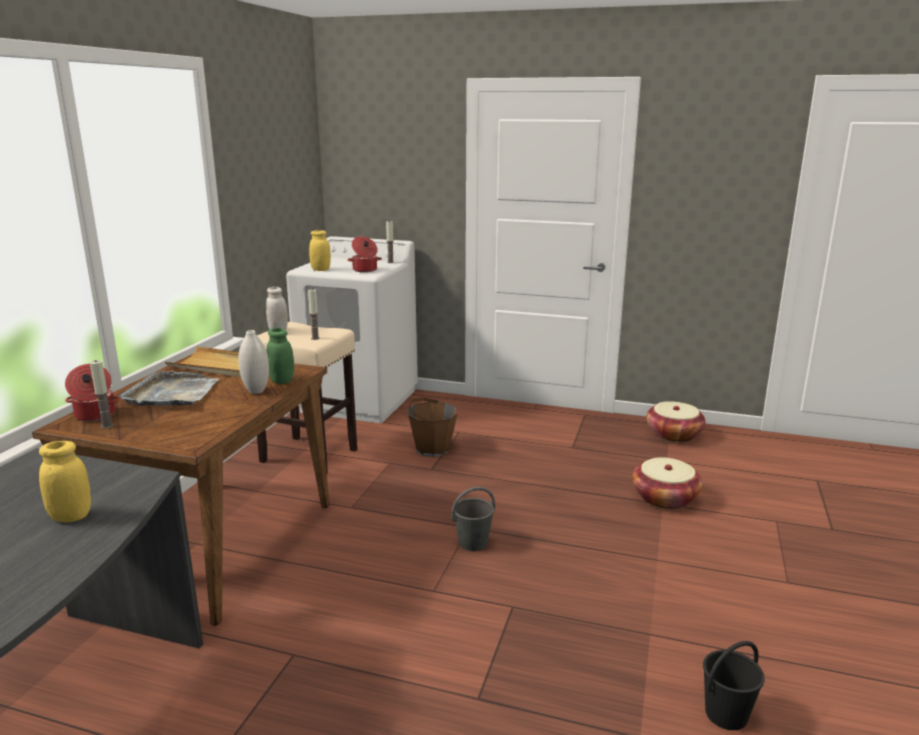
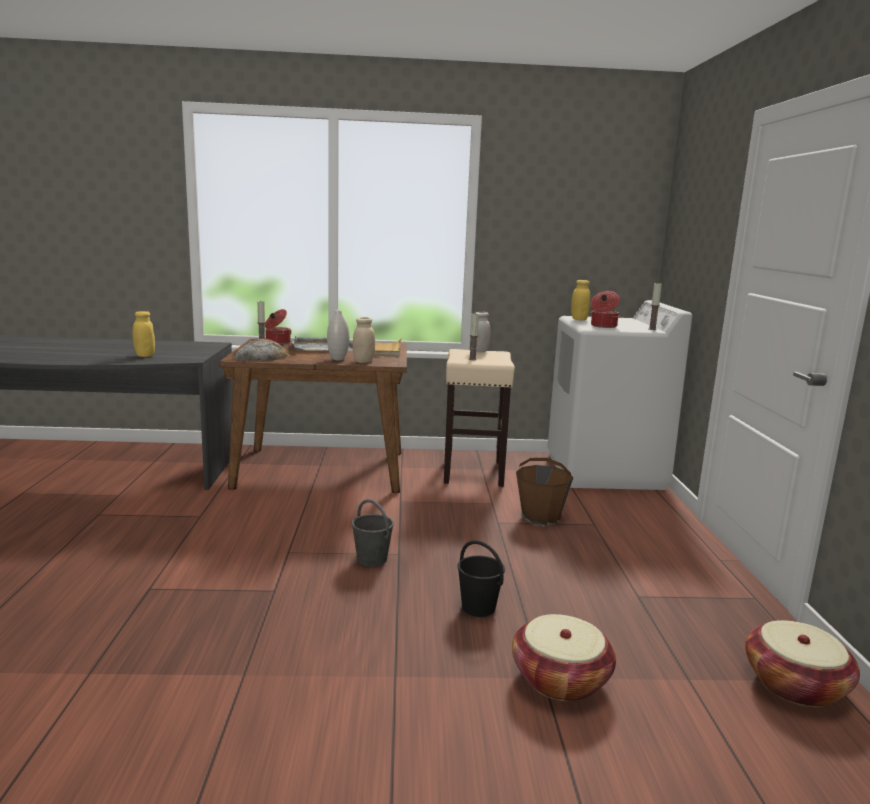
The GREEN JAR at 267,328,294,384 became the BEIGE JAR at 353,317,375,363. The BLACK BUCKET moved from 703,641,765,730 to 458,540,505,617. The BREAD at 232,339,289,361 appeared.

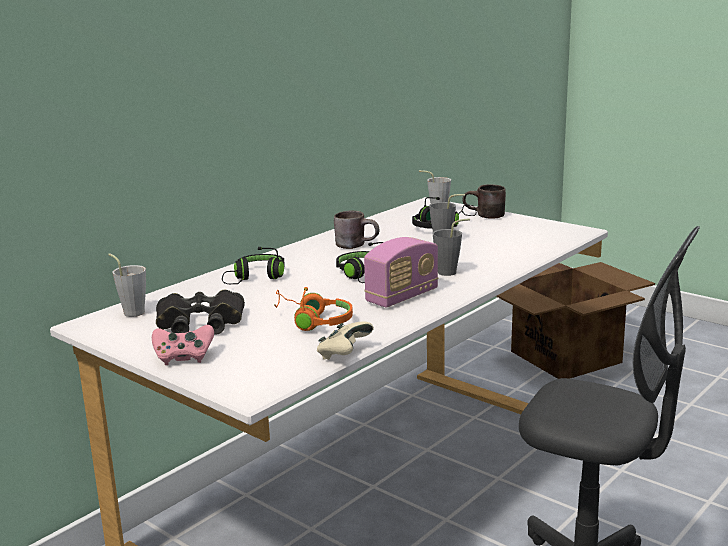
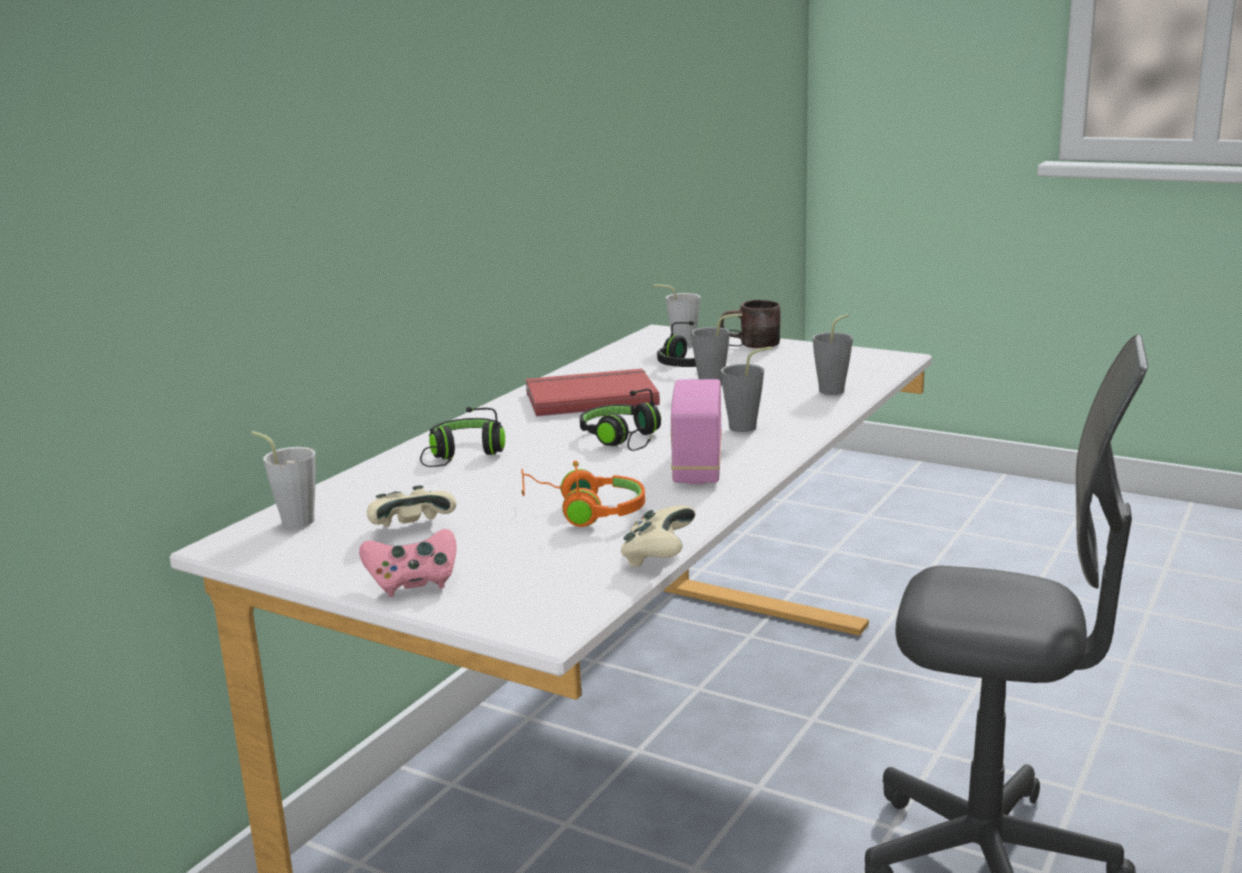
The BROWN MUG at 334,211,380,249 was replaced by the RED BOOK at 526,369,660,416. The RADIO at 364,237,438,307 turned 150 degrees clockwise. The CARDBOARD BOX at 496,262,655,379 disappeared. The BLACK BINOCULARS at 156,290,245,334 was replaced by the BEIGE GAME CONTROLLER at 367,485,457,527. The GREY CUP at 813,314,853,395 appeared.

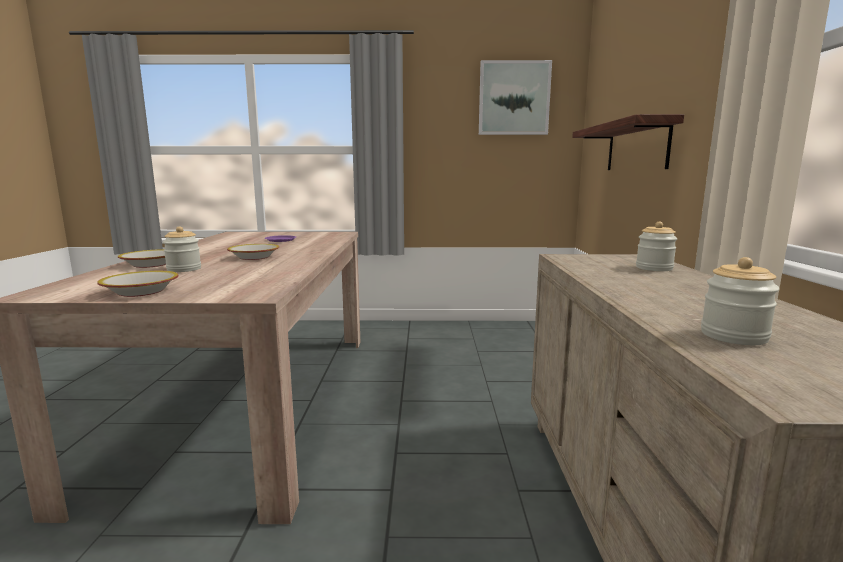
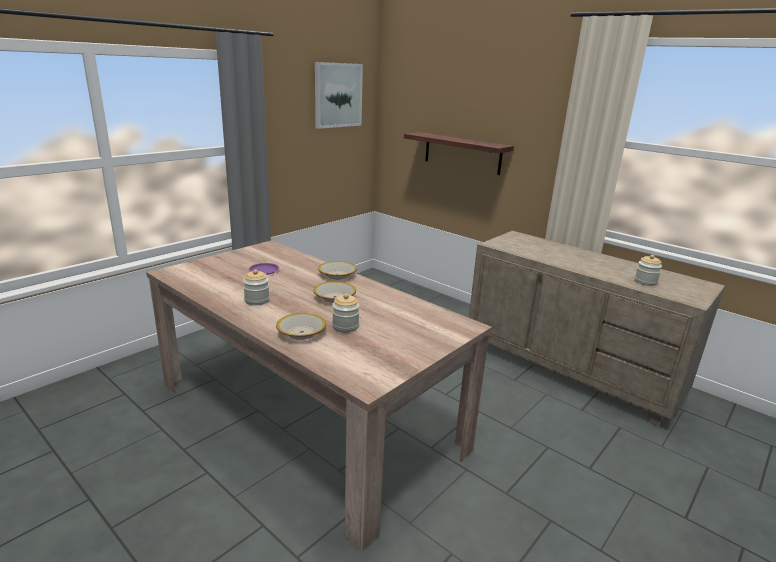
The JAR moved from 636,222,677,271 to 243,270,270,305. The BOWL moved from 98,271,178,297 to 318,261,357,279.

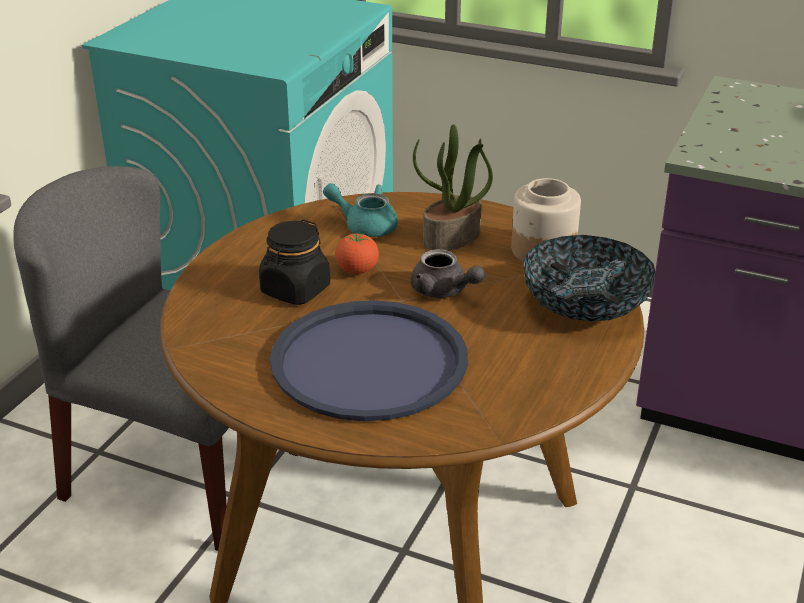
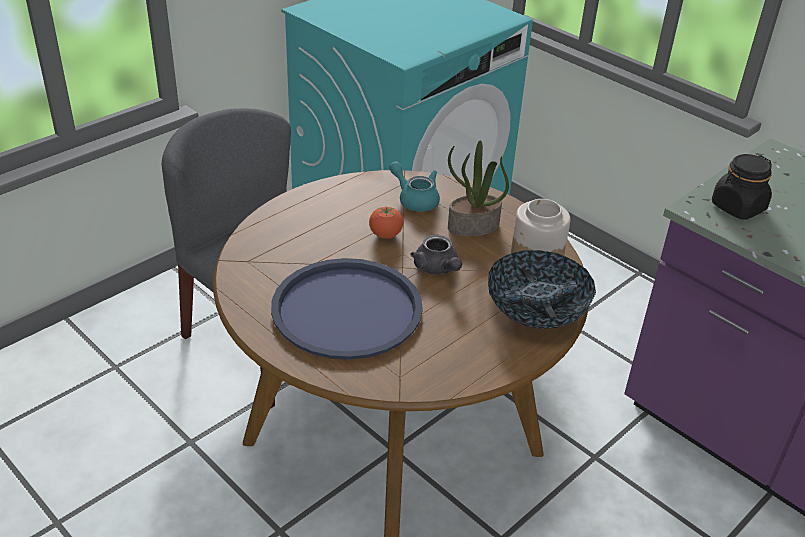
The BLACK JAR moved from 259,219,330,305 to 712,154,772,220.

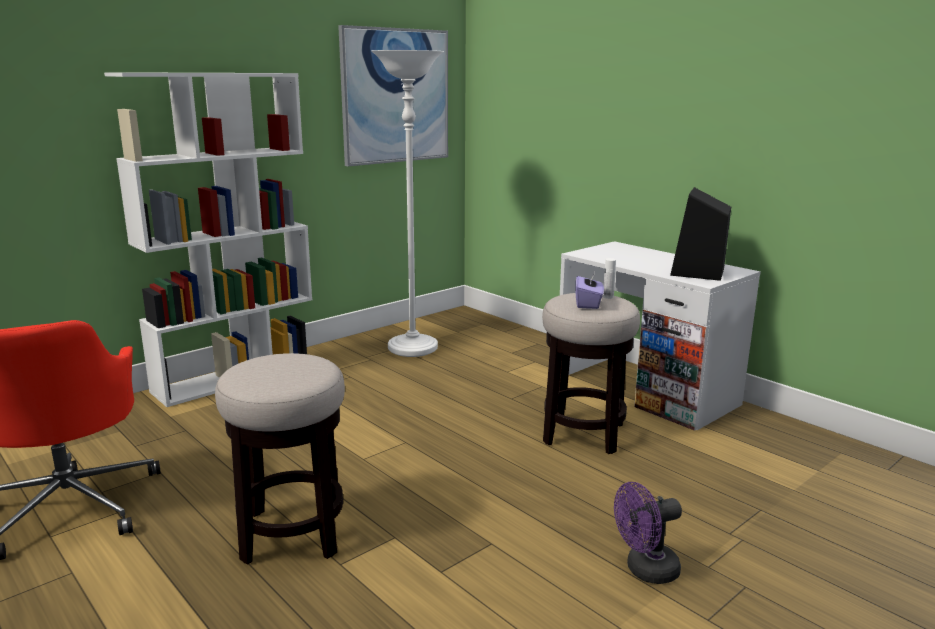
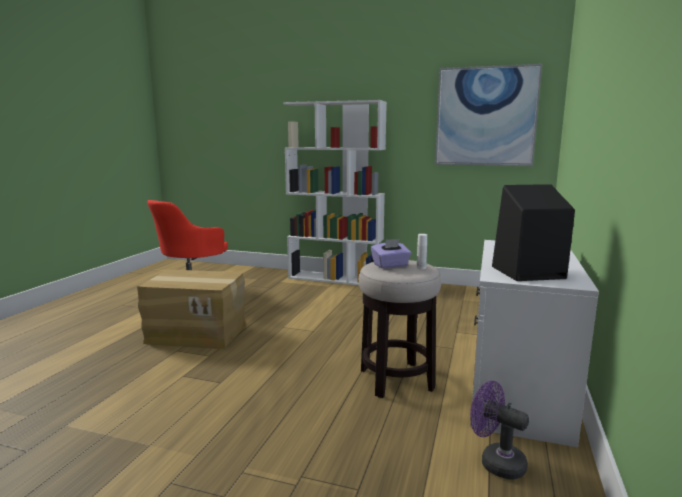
The WHITE FLOOR LAMP at 371,50,444,357 disappeared. The STOOL at 215,353,345,565 was replaced by the CARDBOARD BOX at 137,270,246,349. The PURPLE FAN moved from 614,482,682,584 to 470,381,529,480.

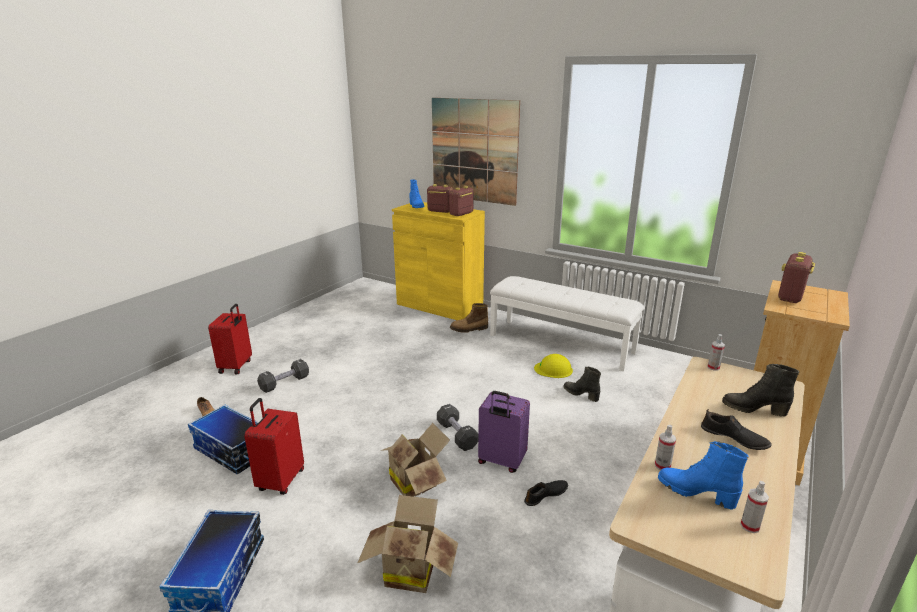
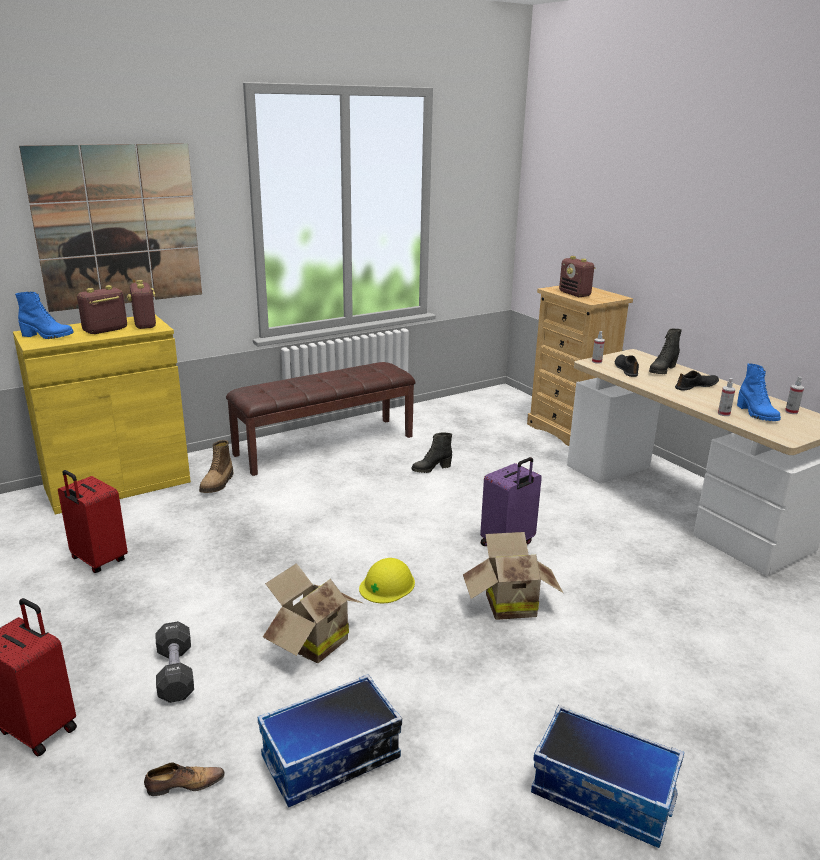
The WHITE BENCH at 490,276,645,371 became the BROWN BENCH at 226,362,415,476. The YELLOW HARD HAT moved from 534,354,573,378 to 359,558,415,603. The RED SUITCASE moved from 244,398,304,495 to 58,470,128,573. The BLACK DUMBBELL at 437,404,478,451 disappeared. The BLUE BOOT at 658,441,748,510 turned 75 degrees counterclockwise. The BLACK SHOE moved from 524,480,568,506 to 615,355,639,377. The CARDBOARD BOX moved from 358,495,458,593 to 263,563,362,664.

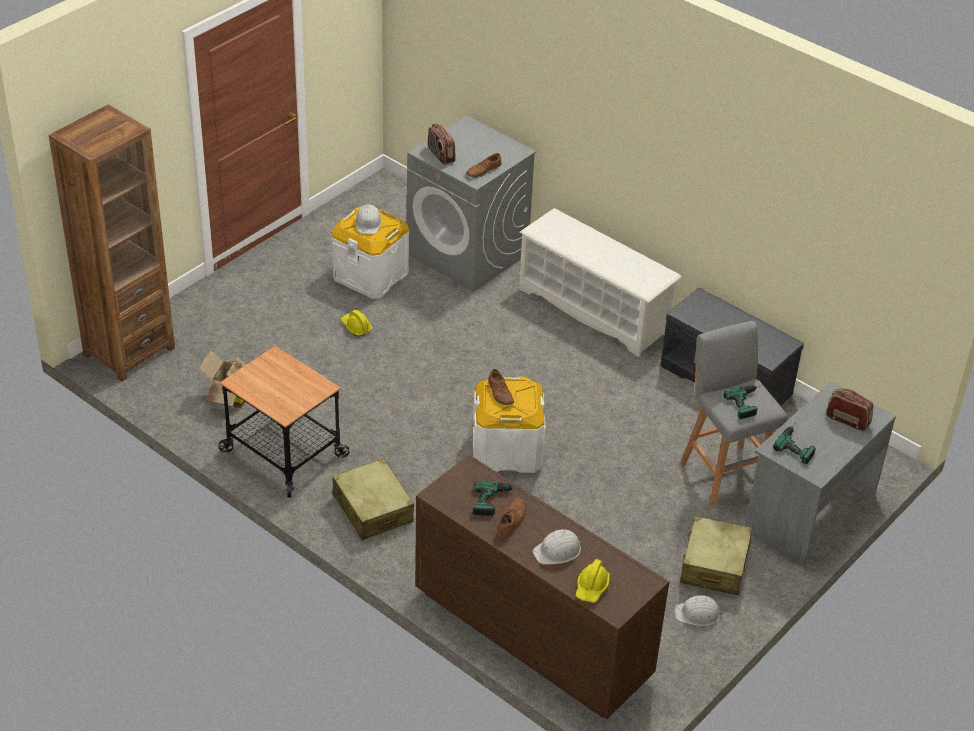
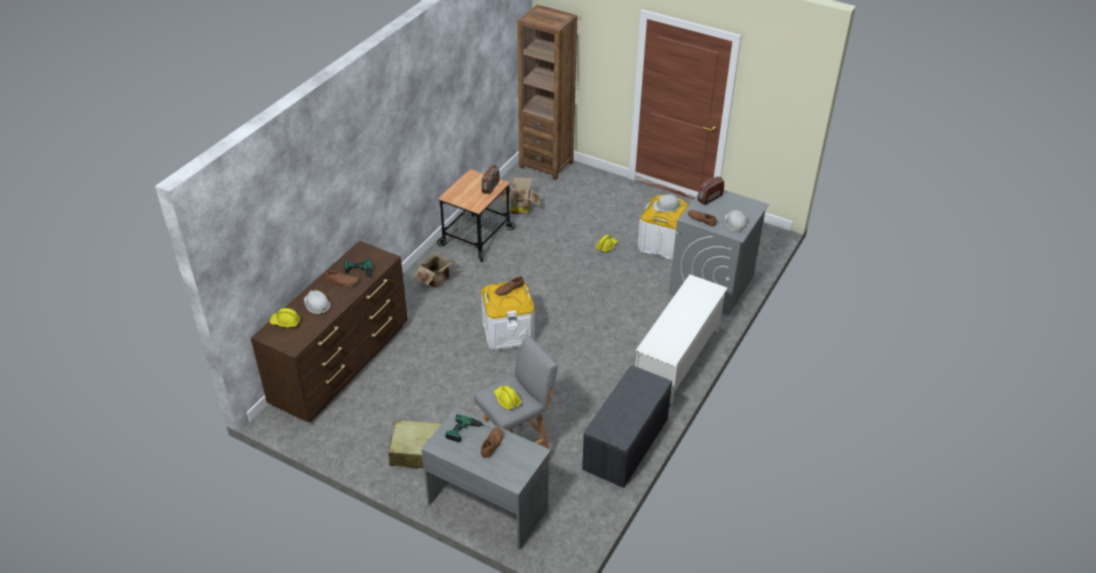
The POWER DRILL at 723,385,764,419 was replaced by the YELLOW HARD HAT at 494,385,521,410. The RADIO moved from 826,388,873,431 to 482,165,500,194. The BEIGE SUITCASE at 332,459,414,540 was replaced by the CARDBOARD BOX at 413,253,456,289. The WHITE HARD HAT moved from 675,595,723,626 to 725,210,748,233. The BROWN SHOE at 481,427,503,458 appeared.

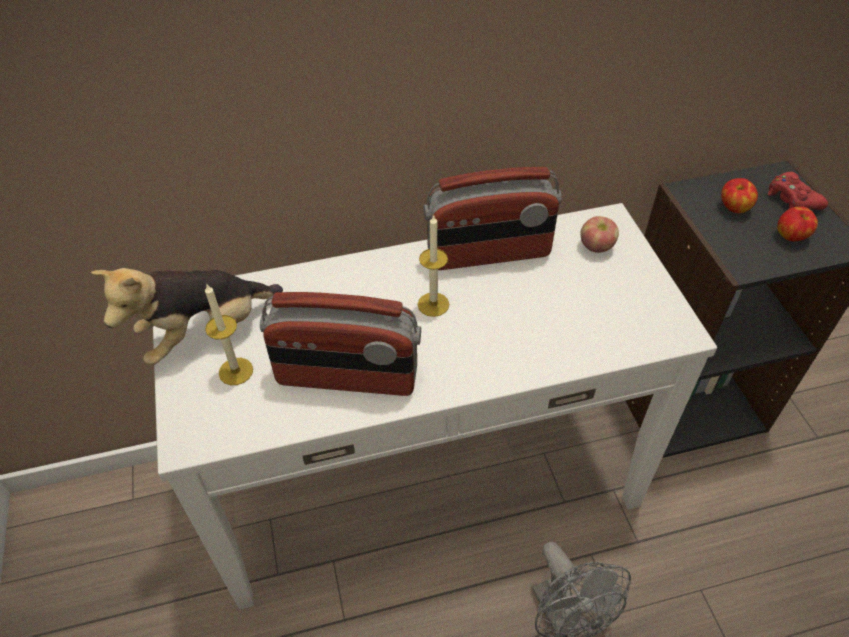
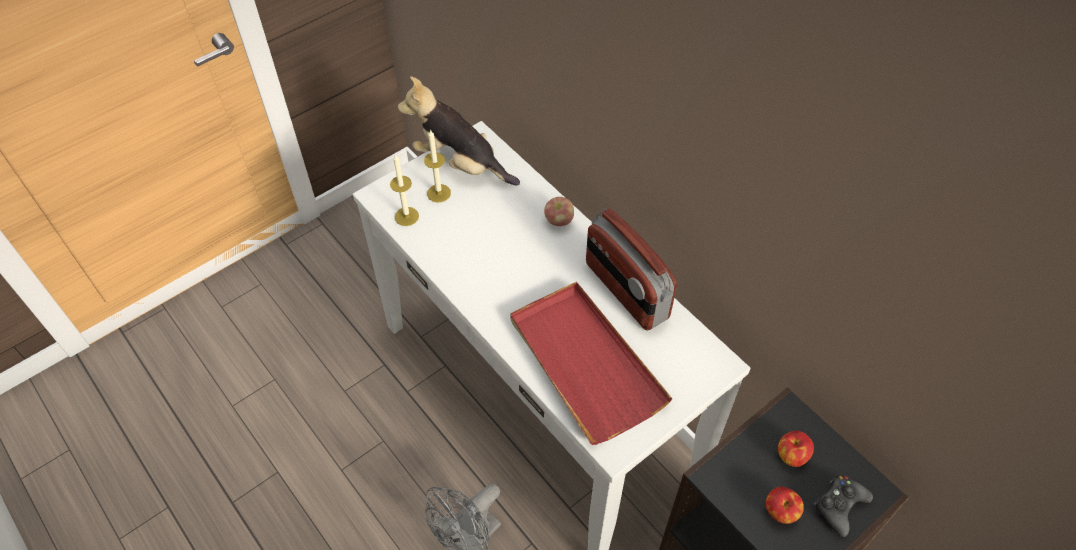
The RED GAME CONTROLLER at 767,172,828,210 became the BLACK GAME CONTROLLER at 813,475,873,537. The CANDLE moved from 418,214,449,317 to 390,154,419,226. The APPLE moved from 580,216,619,253 to 544,197,574,226. The RADIO at 260,292,421,396 disappeared. The RED TRAY at 510,282,672,445 appeared.

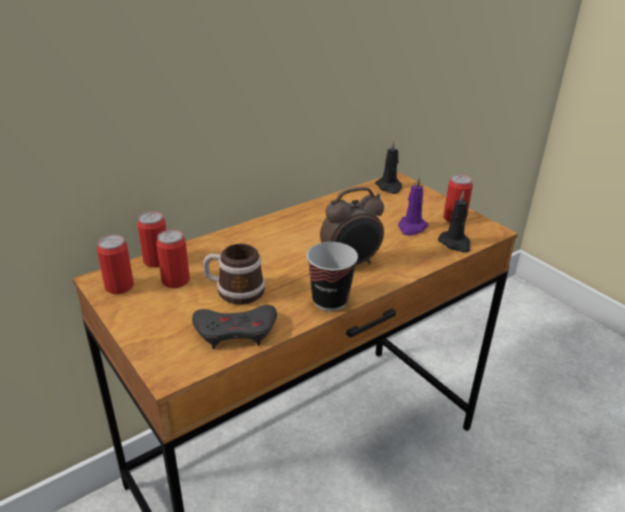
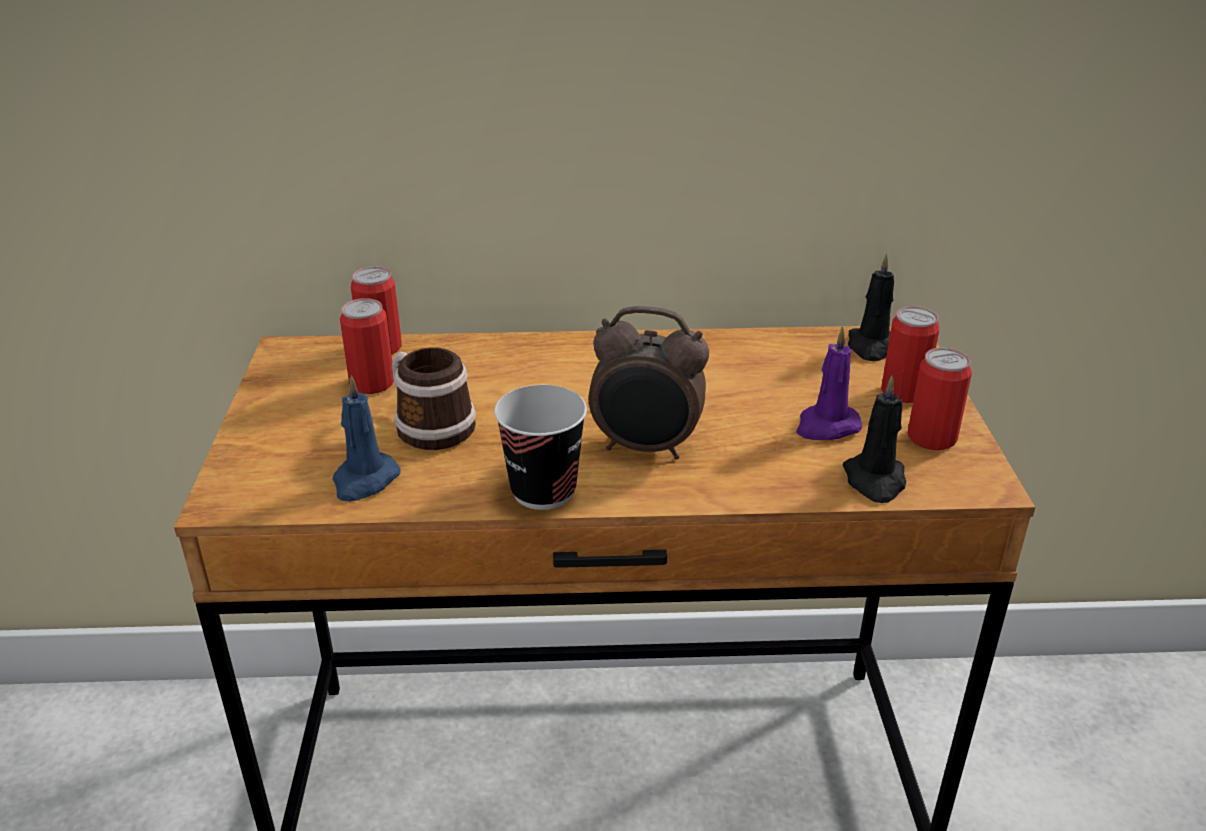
The CAN moved from 97,235,134,294 to 881,306,940,403. The GREY GAME CONTROLLER at 192,305,277,349 was replaced by the BLUE CANDLE at 332,375,401,502.

